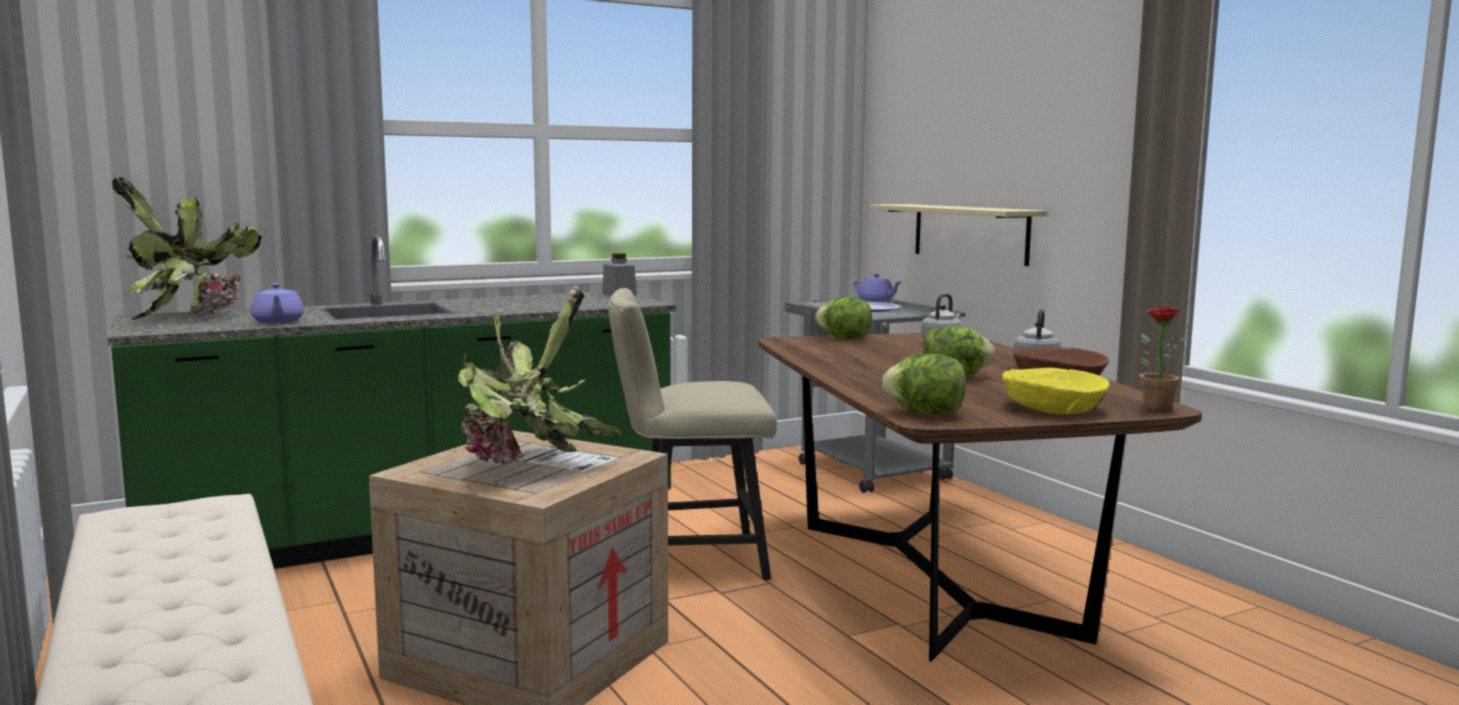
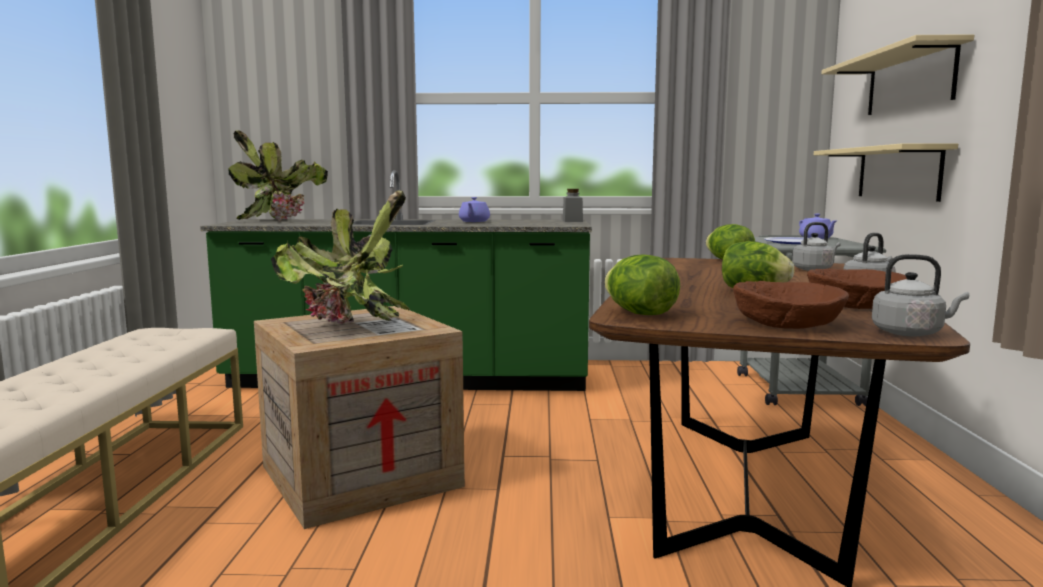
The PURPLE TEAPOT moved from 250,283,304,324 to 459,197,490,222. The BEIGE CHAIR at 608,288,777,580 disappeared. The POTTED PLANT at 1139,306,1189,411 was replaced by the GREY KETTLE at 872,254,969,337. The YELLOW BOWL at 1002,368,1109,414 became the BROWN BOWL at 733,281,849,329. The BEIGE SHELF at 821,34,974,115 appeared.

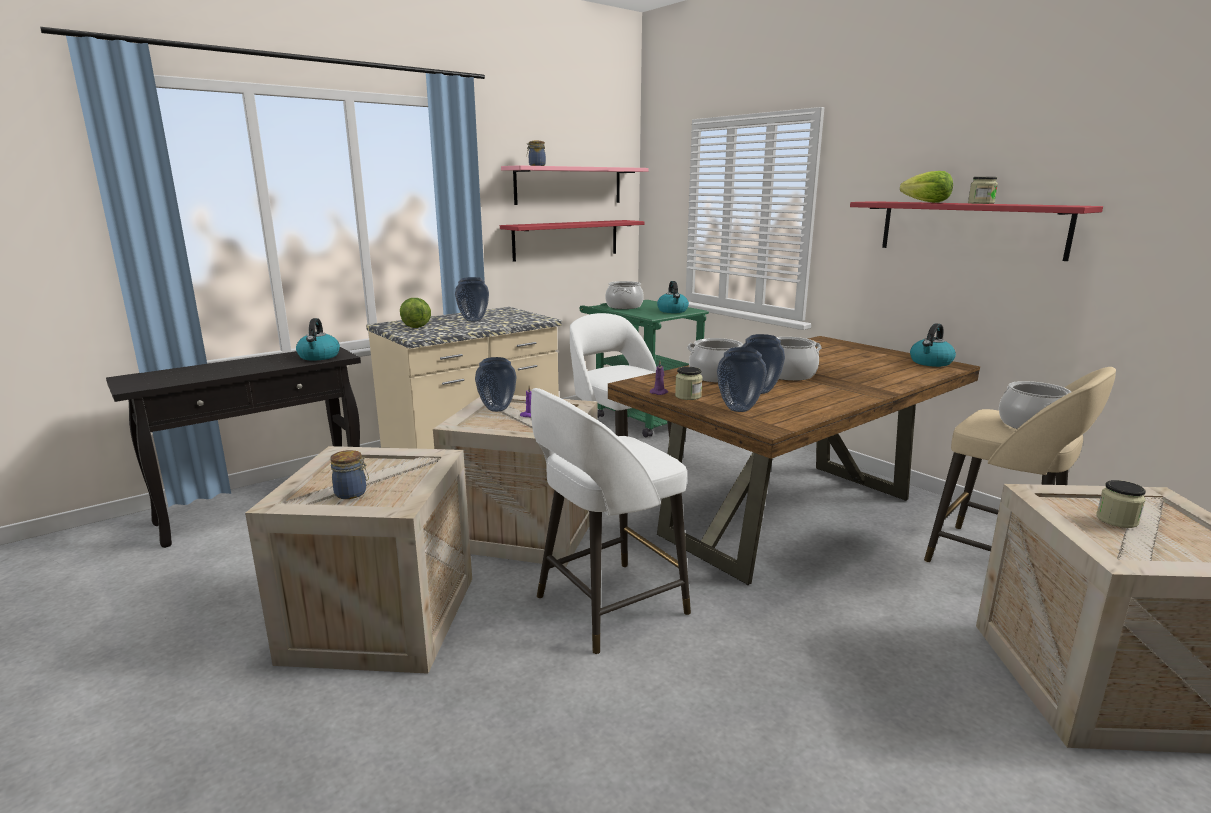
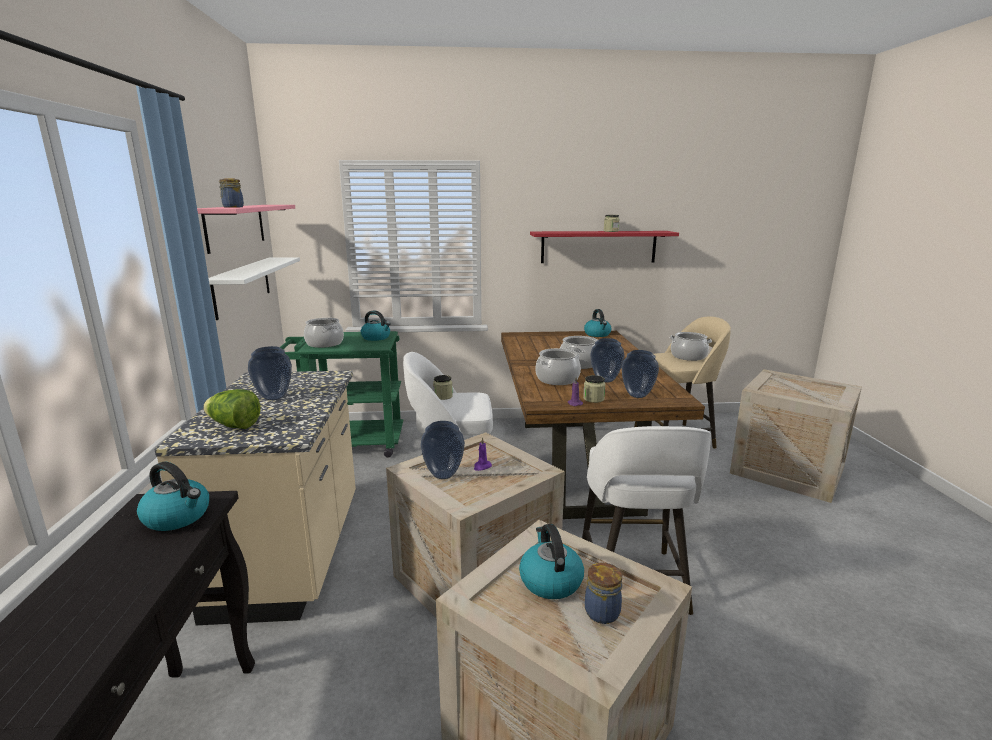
The LETTUCE at 900,171,953,203 disappeared. The RED SHELF at 500,220,645,262 became the WHITE SHELF at 209,257,300,320. The JAR moved from 1096,480,1146,528 to 433,375,453,400. The KETTLE at 519,524,584,599 appeared.

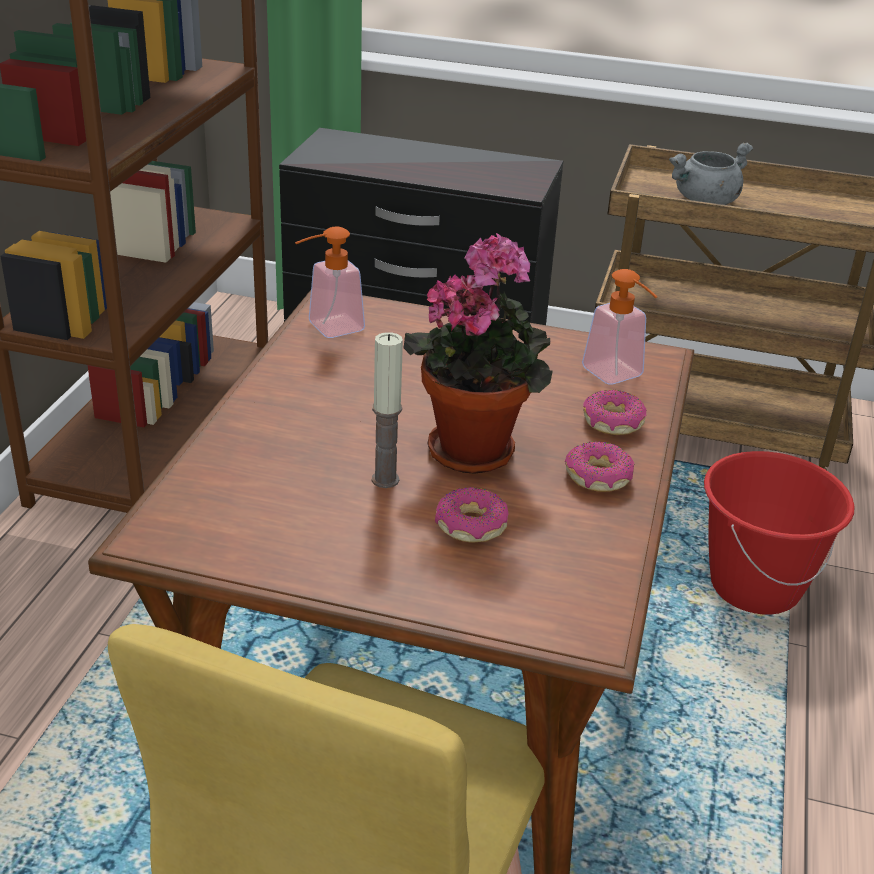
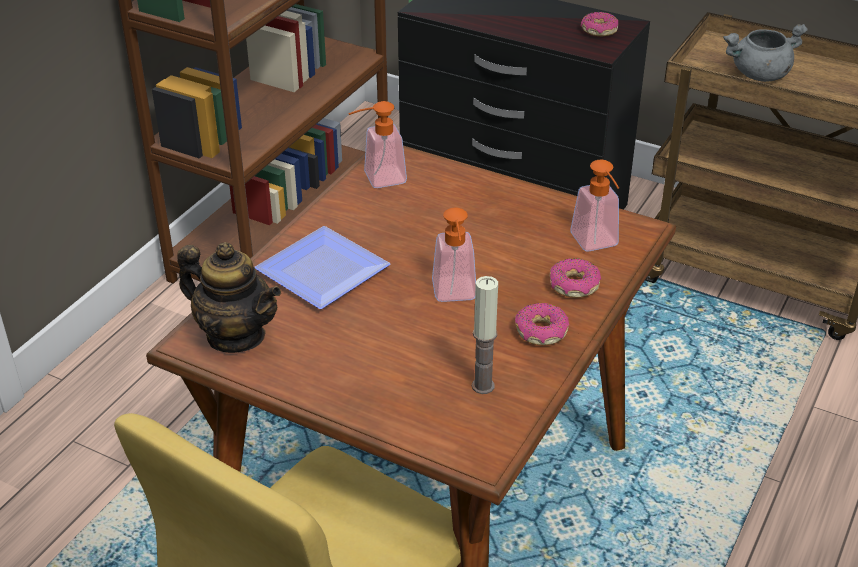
The POTTED PLANT at 403,233,553,474 was replaced by the SOAP DISPENSER at 432,207,476,302. The CANDLE moved from 372,332,403,488 to 472,276,498,394. The RED BUCKET at 704,451,855,615 disappeared. The DONUT moved from 435,487,509,543 to 581,12,618,36. The PLATE at 254,226,390,309 appeared. The TEAPOT at 177,242,281,353 appeared.

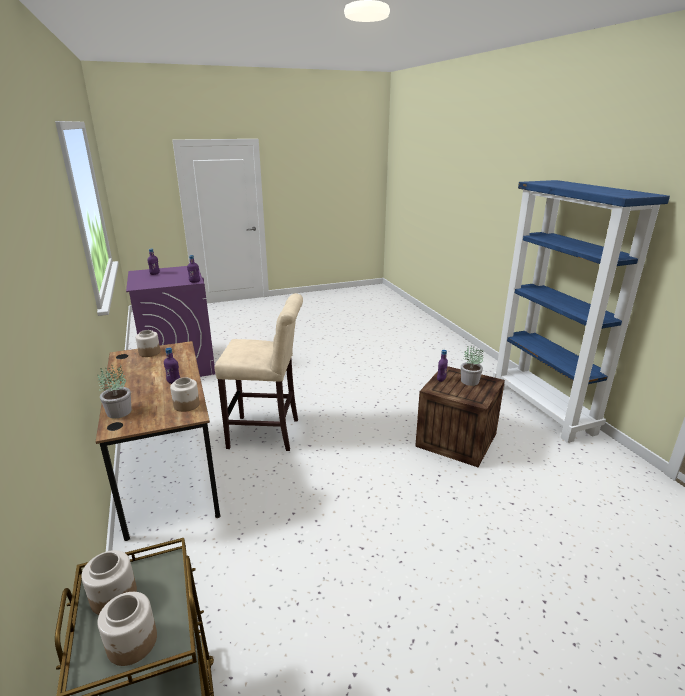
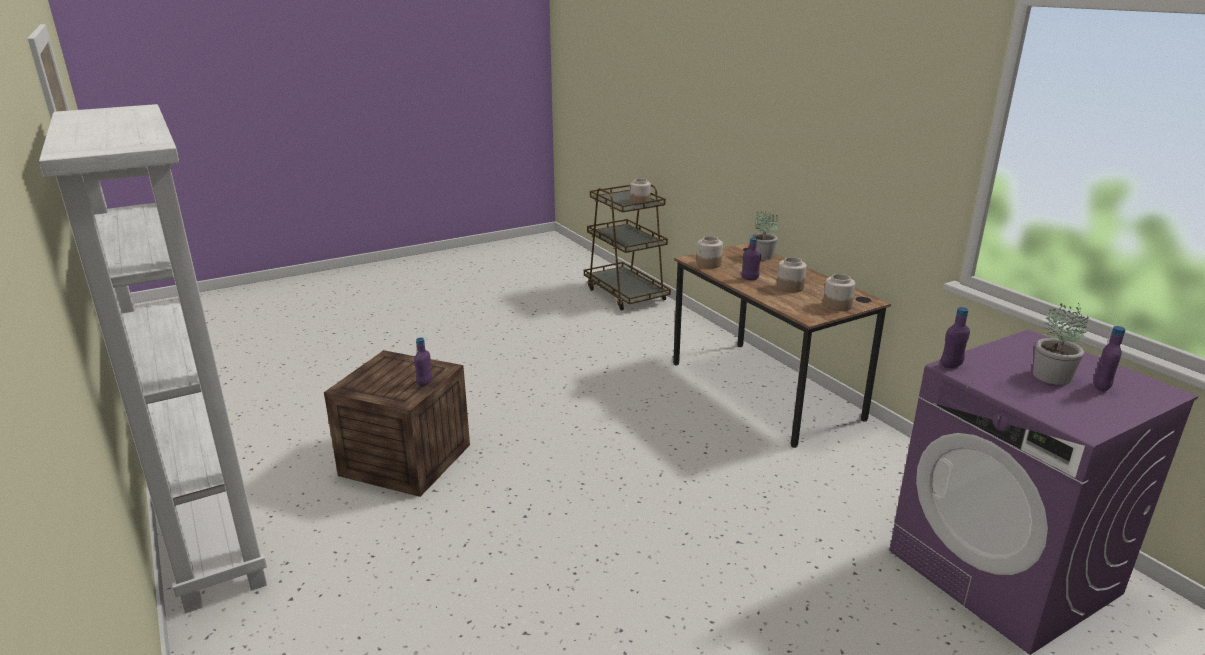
The BLUE BOOKCASE at 493,180,670,443 became the WHITE BOOKCASE at 39,104,267,613. The BEIGE STOOL at 214,293,303,451 disappeared. The POTTED PLANT moved from 461,345,484,386 to 1033,303,1089,385. The JAR moved from 97,592,157,666 to 777,257,807,293.

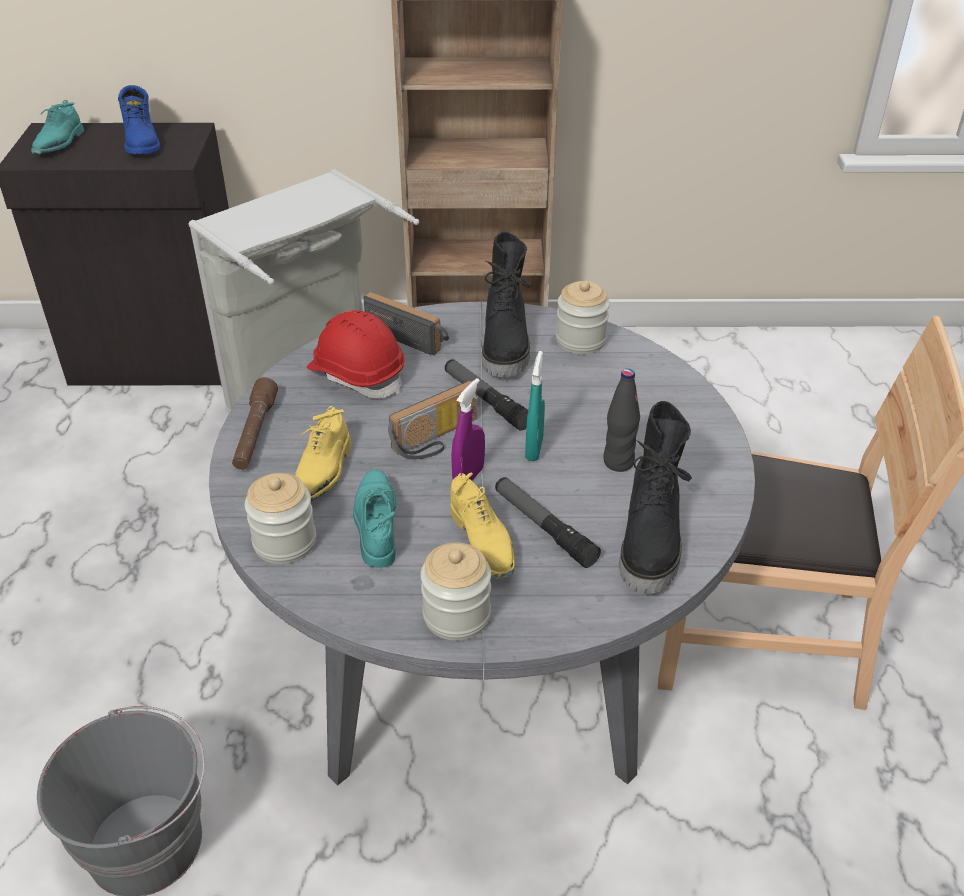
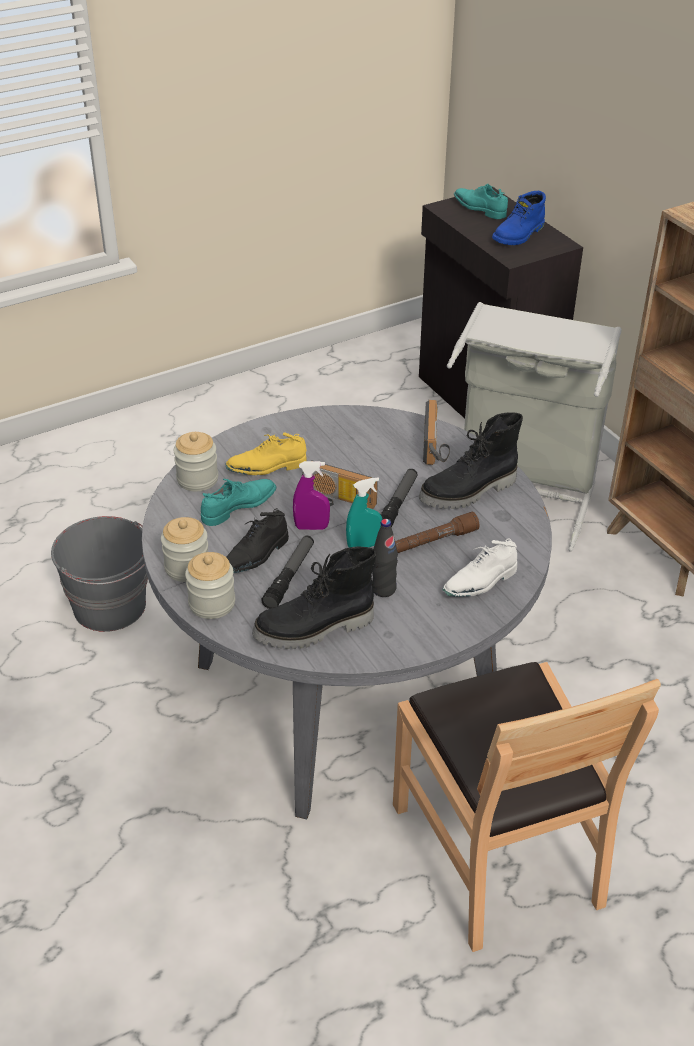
The TURQUOISE SHOE at 31,100,84,154 turned 60 degrees clockwise. The JAR moved from 556,281,610,354 to 185,552,235,619. The RED HARD HAT at 307,310,405,399 disappeared. The BROWN FLASHLIGHT moved from 232,377,278,470 to 395,512,480,553. The YELLOW SHOE at 450,473,515,579 became the BLACK SHOE at 226,508,289,573. The WHITE SHOE at 442,538,517,597 appeared.

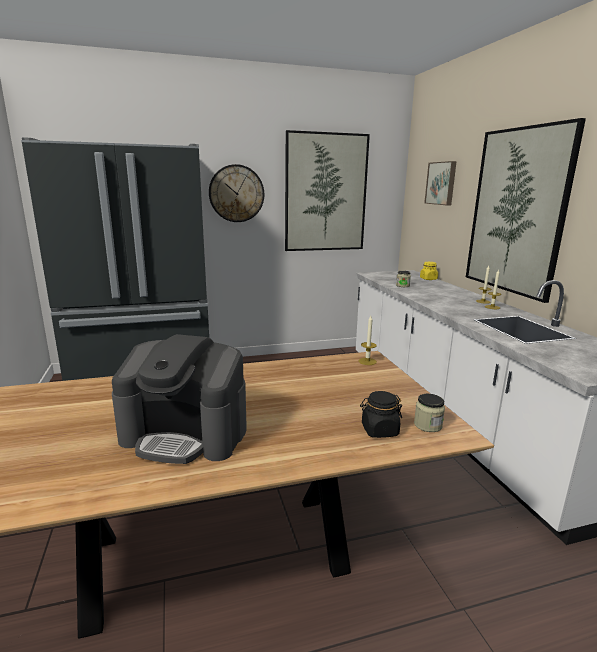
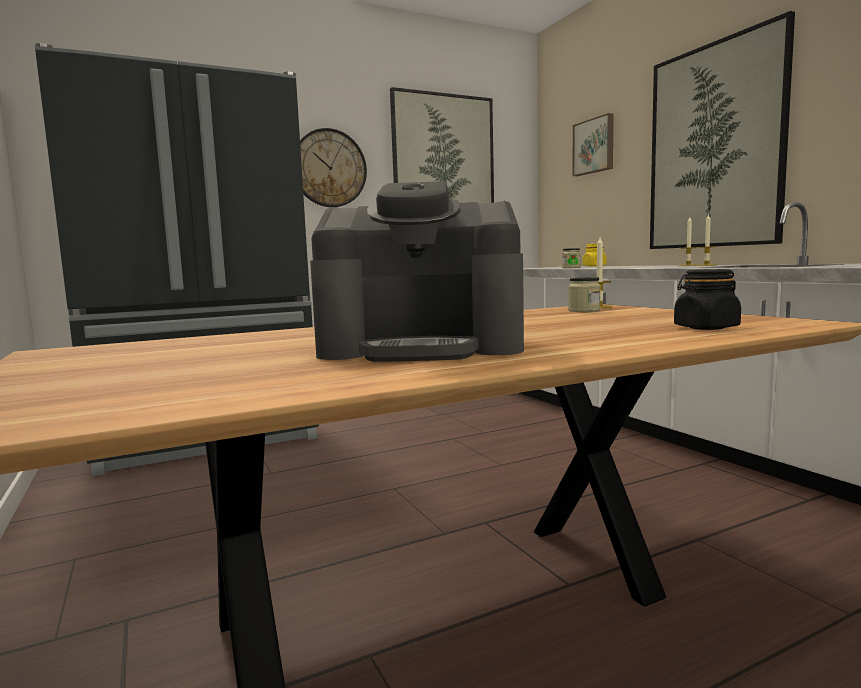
The JAR moved from 414,394,445,432 to 568,277,601,312.

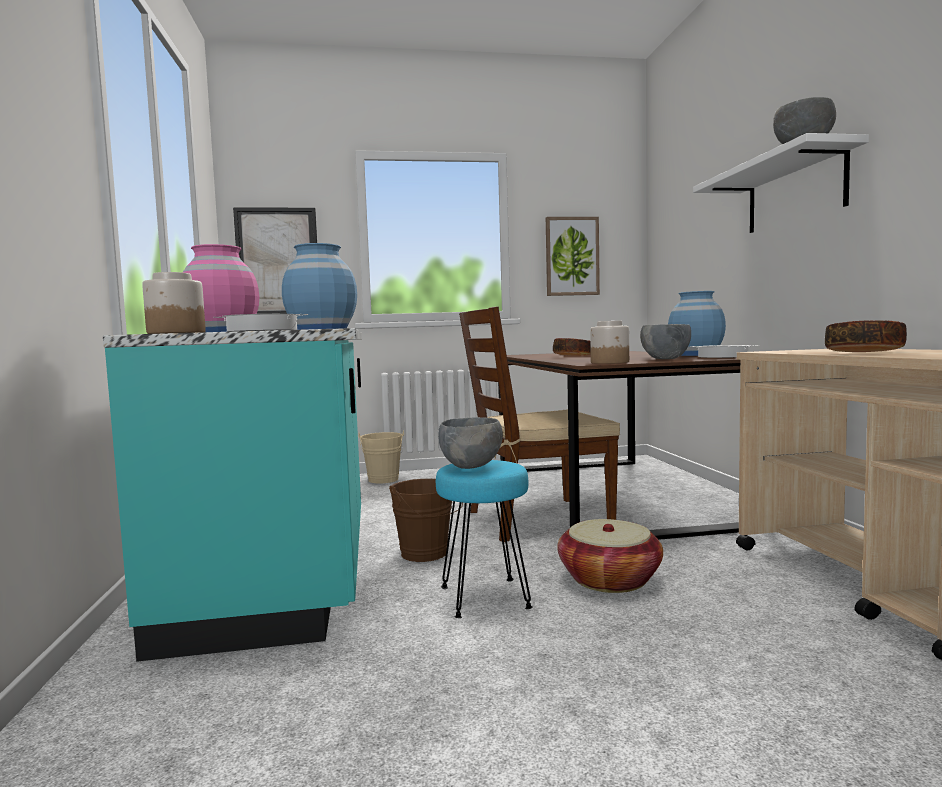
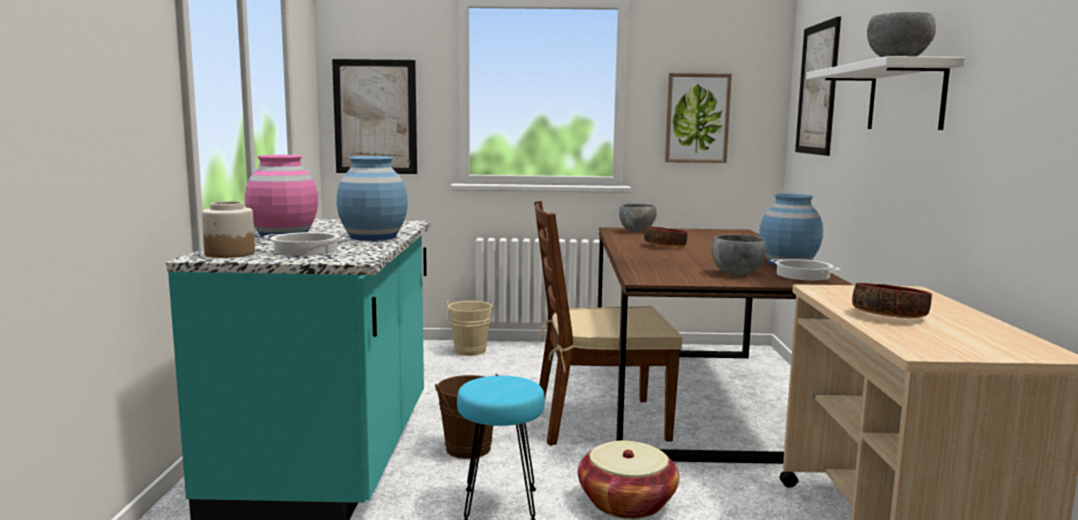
The JAR at 590,321,629,364 disappeared. The GREY BOWL moved from 438,417,503,469 to 619,204,657,232. The PICTURE at 795,16,841,156 appeared.

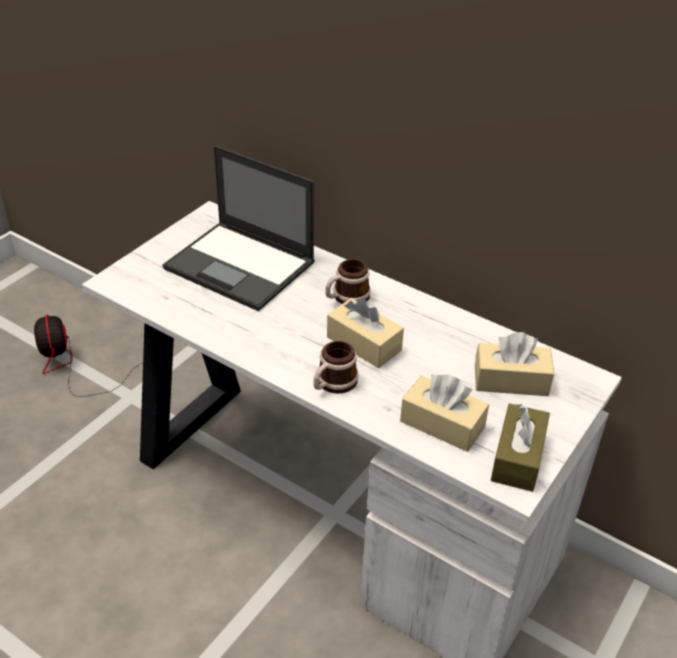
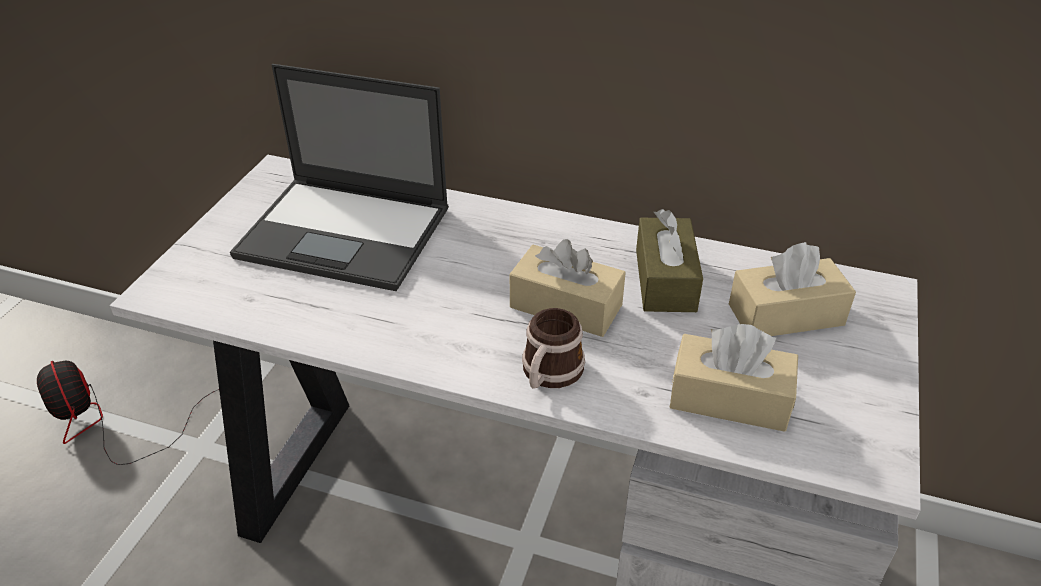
The MUG at 325,259,371,304 disappeared. The BROWN TISSUE BOX moved from 491,403,550,492 to 636,209,703,312.

